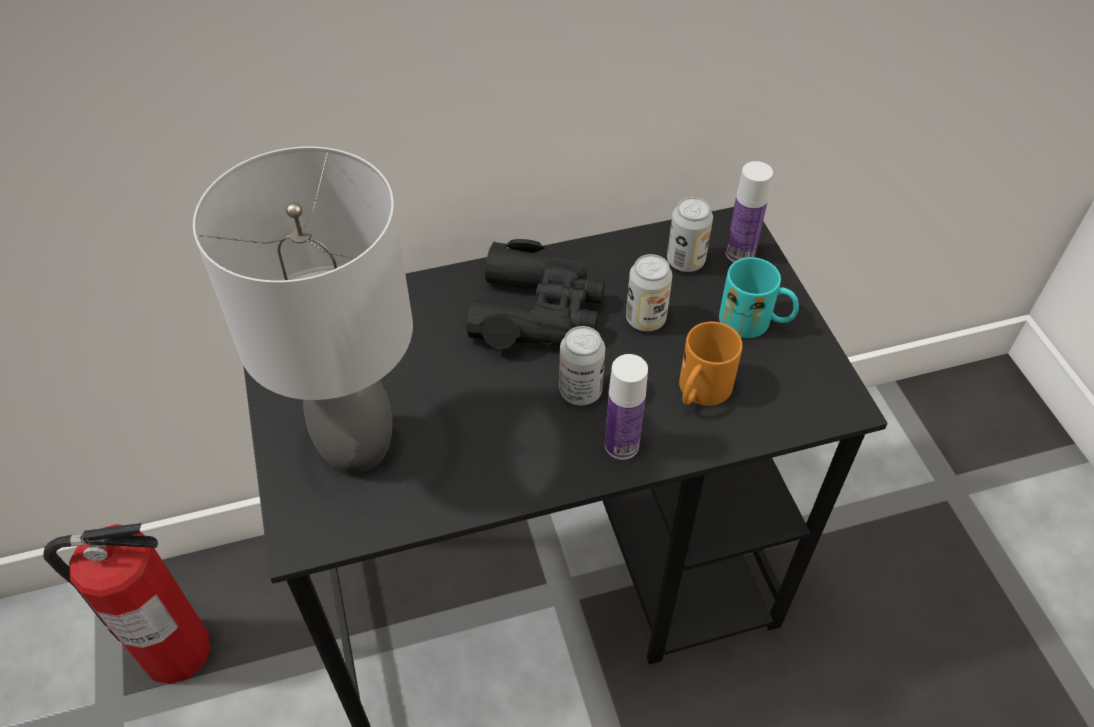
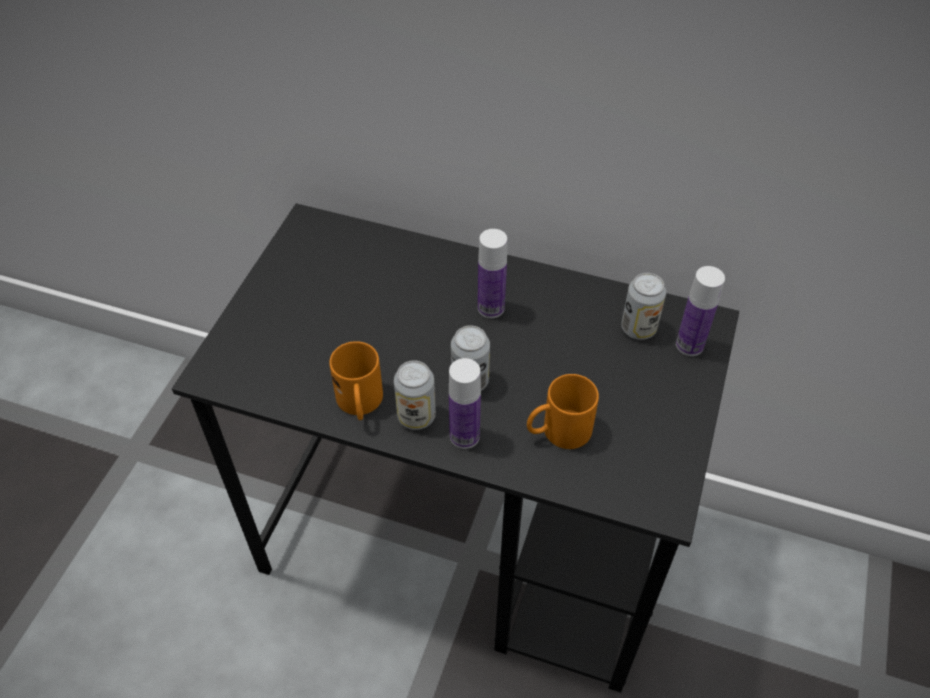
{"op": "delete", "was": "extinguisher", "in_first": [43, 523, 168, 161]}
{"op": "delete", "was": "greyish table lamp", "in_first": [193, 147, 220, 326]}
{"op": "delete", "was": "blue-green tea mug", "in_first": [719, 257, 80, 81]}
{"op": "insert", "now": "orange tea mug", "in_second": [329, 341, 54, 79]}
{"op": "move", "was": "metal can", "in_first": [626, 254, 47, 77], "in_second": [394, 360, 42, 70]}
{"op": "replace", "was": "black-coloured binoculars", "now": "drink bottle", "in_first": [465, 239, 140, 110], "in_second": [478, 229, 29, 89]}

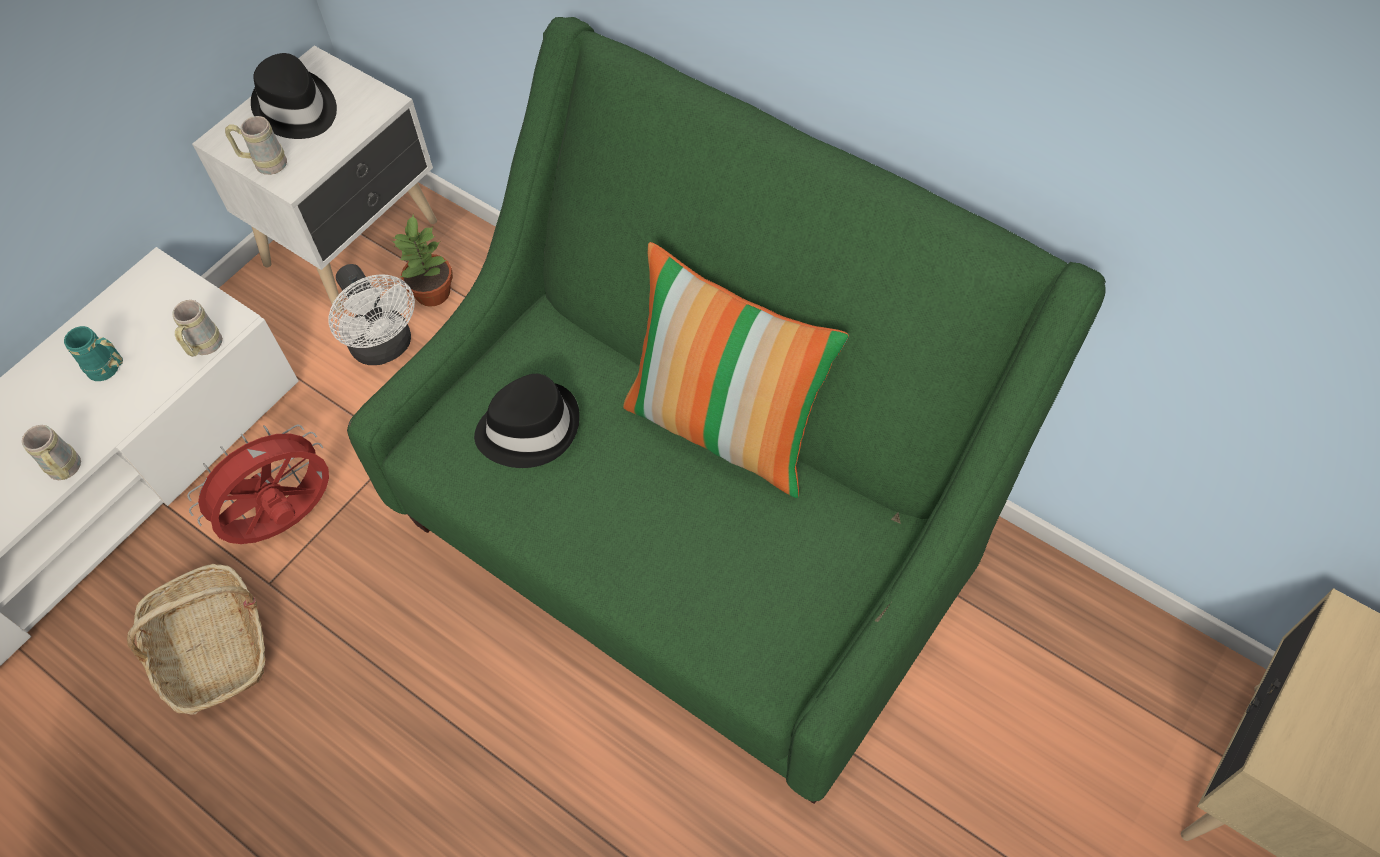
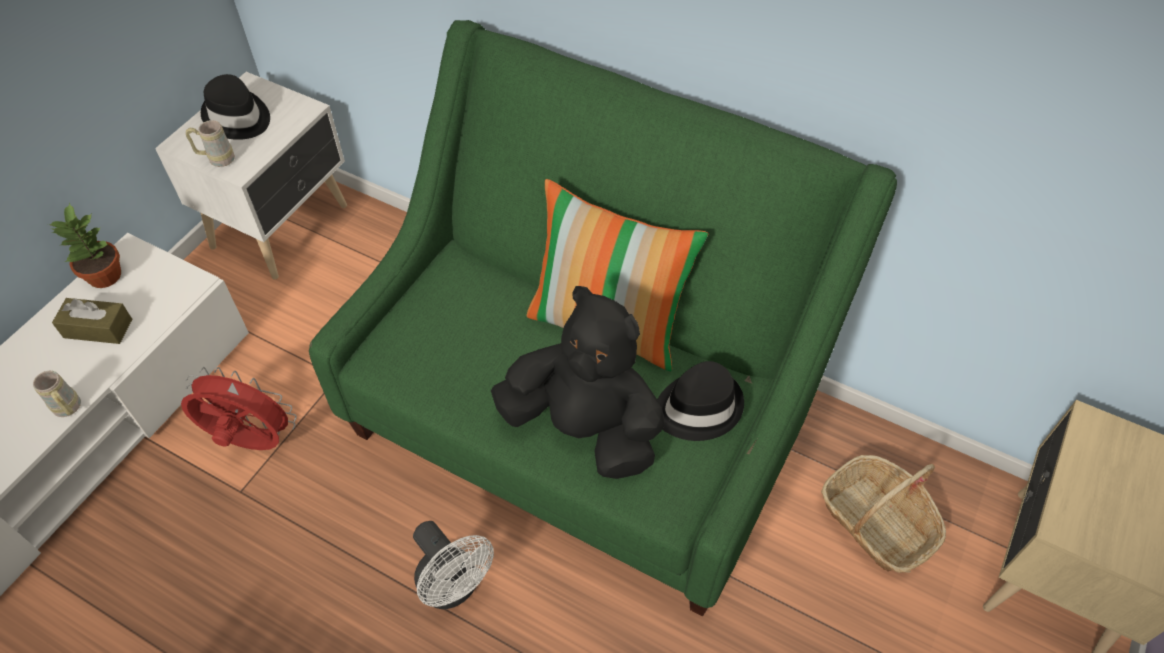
{"op": "delete", "was": "sand-coloured tea mug", "in_first": [172, 300, 51, 57]}
{"op": "insert", "now": "black-coloured cuddly toy", "in_second": [491, 286, 173, 193]}
{"op": "move", "was": "basket", "in_first": [127, 564, 138, 150], "in_second": [821, 455, 125, 118]}
{"op": "move", "was": "white-coloured electric fan", "in_first": [328, 264, 87, 101], "in_second": [413, 521, 81, 88]}
{"op": "move", "was": "houseplant", "in_first": [392, 215, 61, 92], "in_second": [48, 202, 73, 86]}
{"op": "move", "was": "black-coloured clothing hat", "in_first": [474, 374, 106, 94], "in_second": [657, 361, 87, 80]}
{"op": "replace", "was": "blue-green tea mug", "now": "brown tissue box", "in_first": [64, 326, 59, 55], "in_second": [52, 298, 80, 46]}
{"op": "rotate", "was": "red-coloured electric fan", "in_first": [187, 425, 142, 119], "in_second": [181, 367, 116, 83], "clockwise": 60}

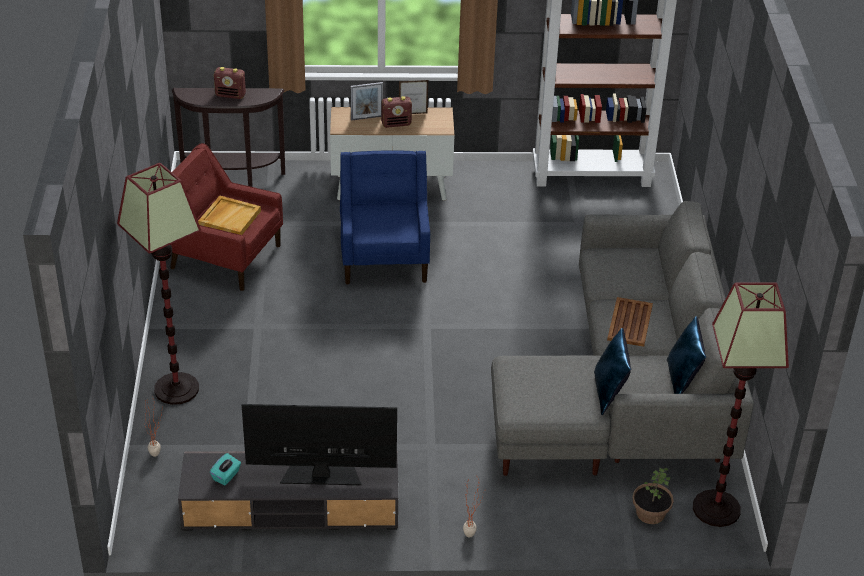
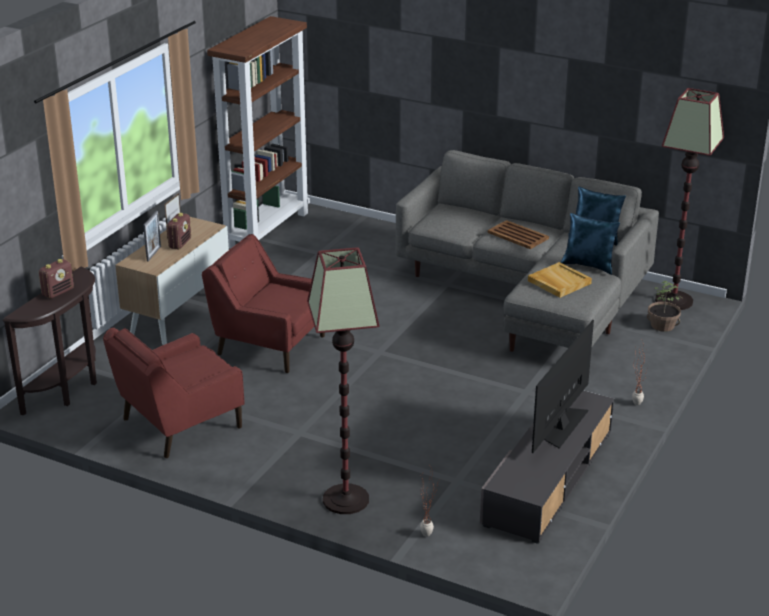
{"op": "delete", "was": "blue-green tissue box", "in_first": [210, 453, 31, 32]}
{"op": "move", "was": "sand-coloured tray", "in_first": [198, 195, 63, 40], "in_second": [528, 262, 64, 36]}
{"op": "recolor", "was": "blue-coloured armchair", "now": "red-coloured armchair", "in_first": [340, 150, 90, 134], "in_second": [202, 234, 123, 139]}

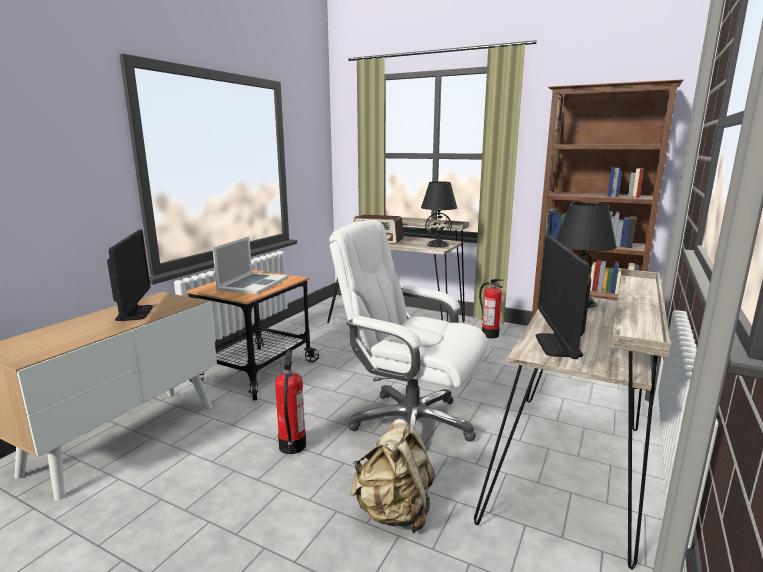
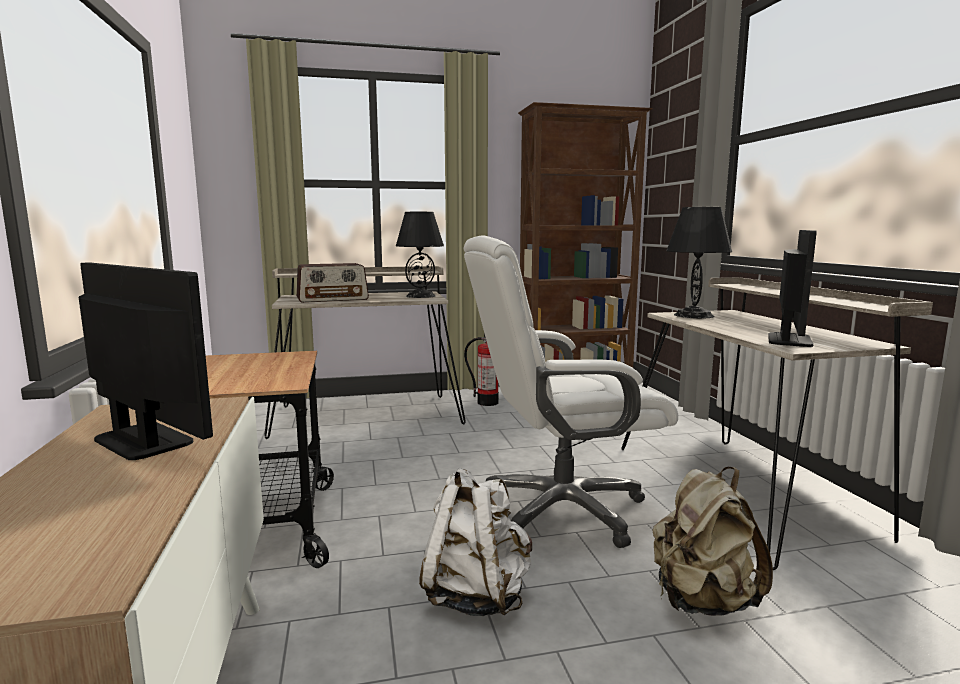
{"op": "delete", "was": "laptop", "in_first": [213, 236, 75, 58]}
{"op": "replace", "was": "extinguisher", "now": "white-coloured knapsack", "in_first": [275, 350, 31, 104], "in_second": [419, 468, 113, 148]}
{"op": "rotate", "was": "monitor", "in_first": [536, 235, 55, 124], "in_second": [768, 230, 49, 117], "clockwise": -120}

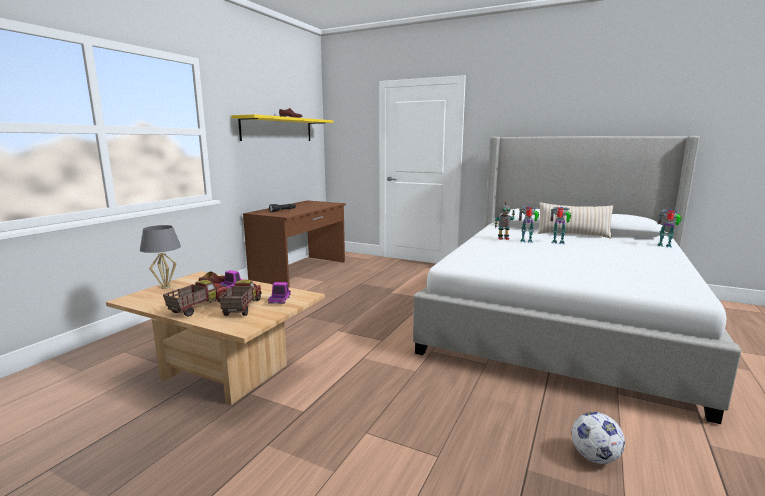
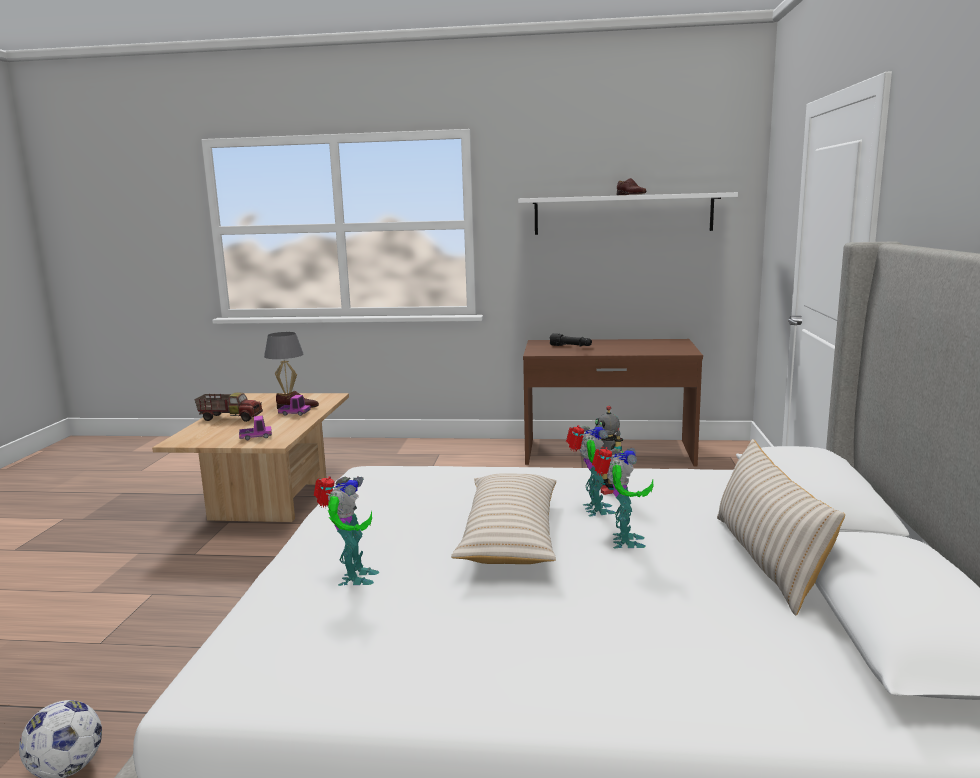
{"op": "delete", "was": "toy truck", "in_first": [219, 280, 42, 36]}
{"op": "insert", "now": "sand-coloured throw pillow", "in_second": [451, 473, 105, 91]}
{"op": "move", "was": "robot figure", "in_first": [657, 209, 25, 39], "in_second": [314, 476, 65, 110]}
{"op": "recolor", "was": "yellow-coloured bracket shelf", "now": "white-coloured bracket shelf", "in_first": [231, 114, 102, 27], "in_second": [518, 192, 220, 43]}

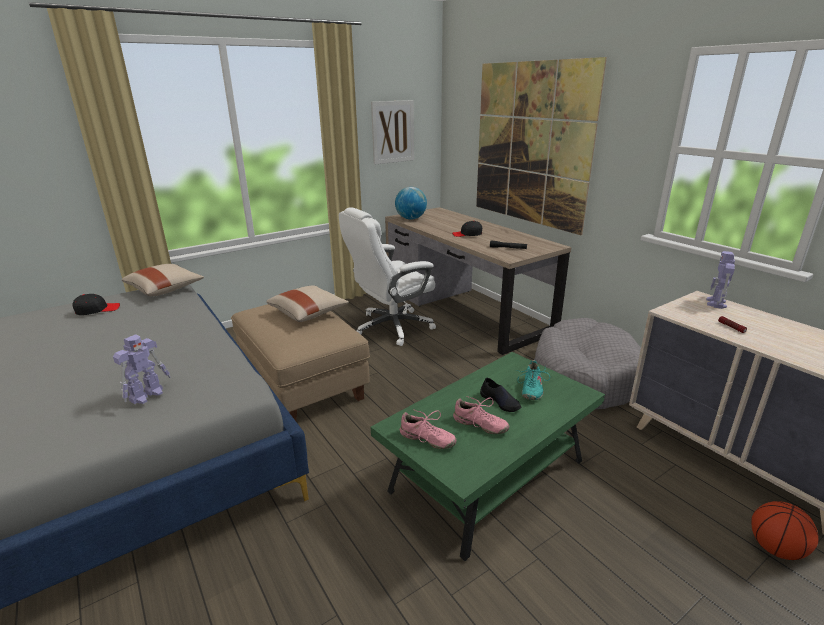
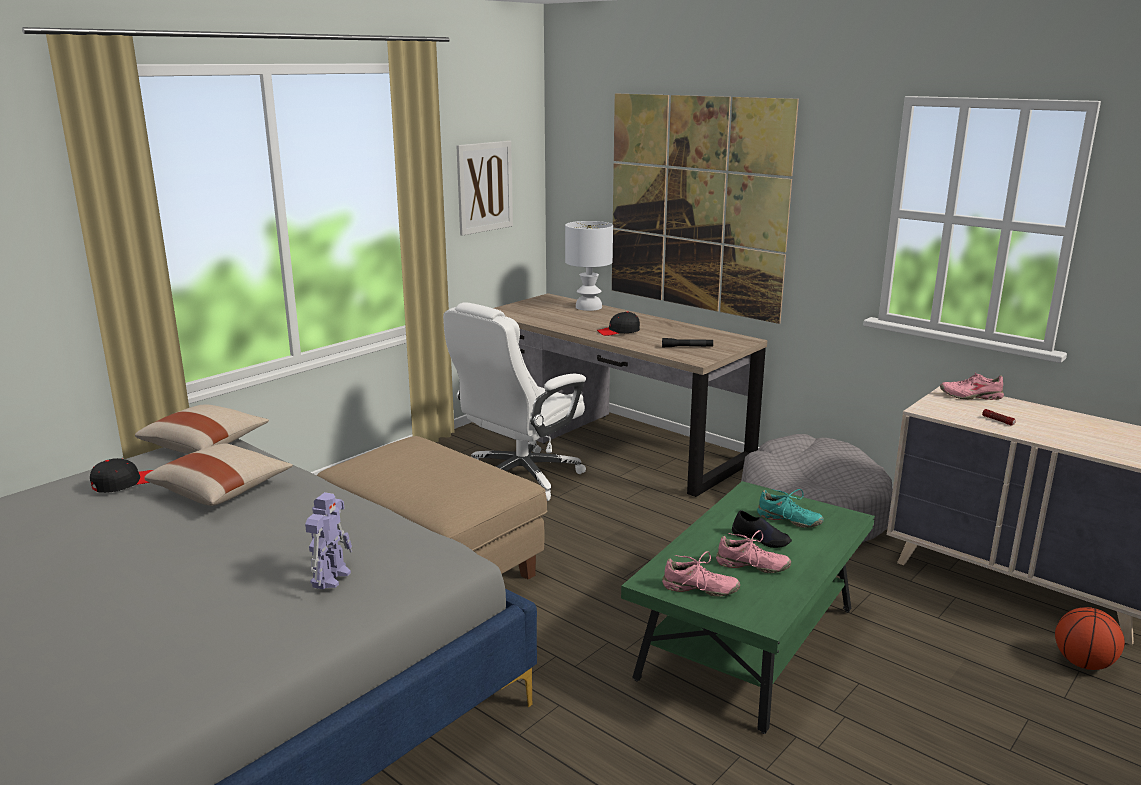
{"op": "delete", "was": "globe", "in_first": [395, 187, 32, 33]}
{"op": "insert", "now": "white-coloured table lamp", "in_second": [565, 221, 48, 90]}
{"op": "move", "was": "sand-coloured throw pillow", "in_first": [266, 286, 83, 36], "in_second": [144, 443, 149, 63]}
{"op": "replace", "was": "robot figure", "now": "pinkish low shoe", "in_first": [706, 251, 29, 58], "in_second": [940, 373, 64, 27]}
{"op": "rotate", "was": "blue-green low shoe", "in_first": [515, 360, 35, 40], "in_second": [757, 489, 67, 39], "clockwise": -60}

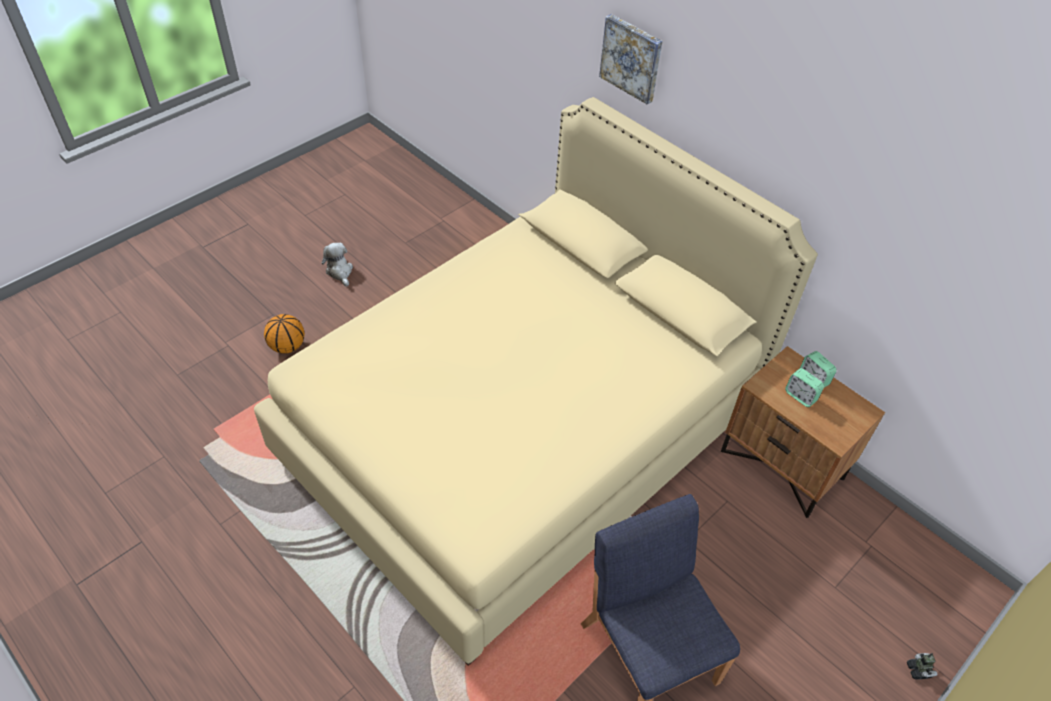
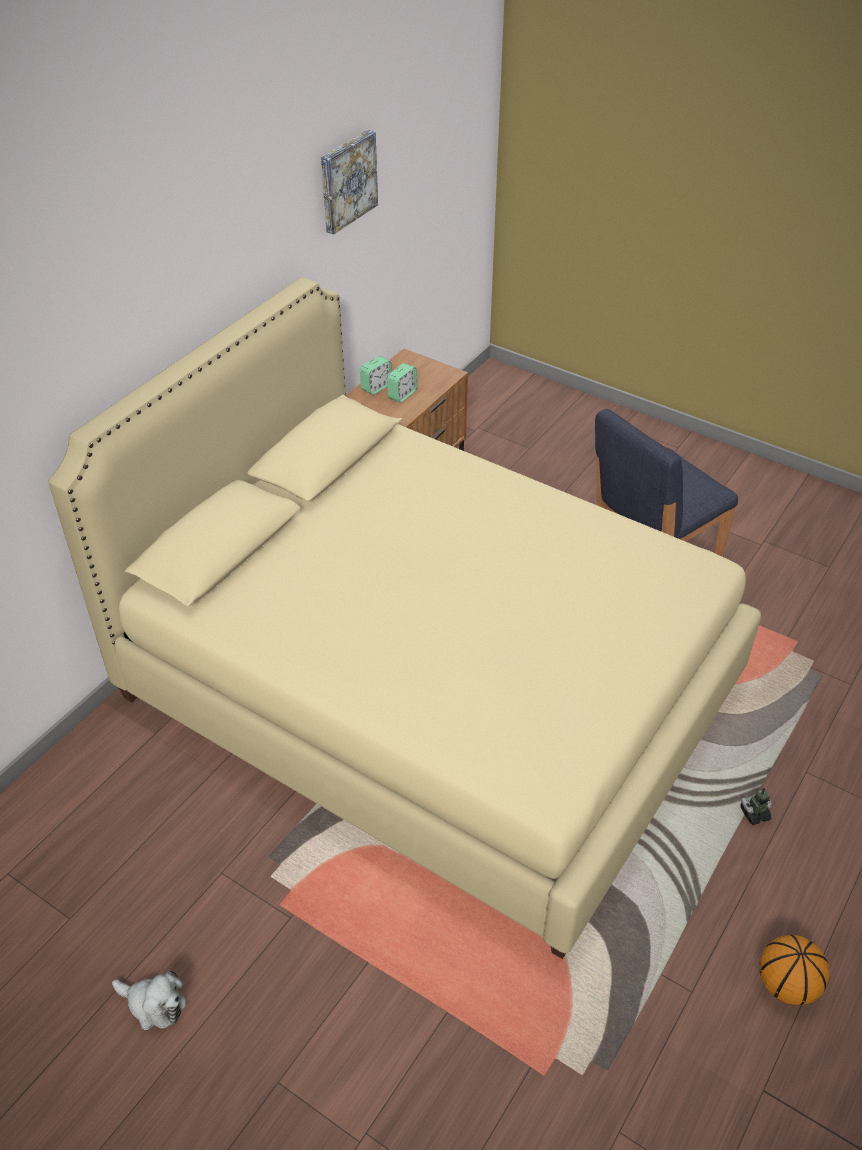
{"op": "move", "was": "ball for basketball", "in_first": [264, 314, 41, 39], "in_second": [760, 935, 70, 71]}
{"op": "move", "was": "picture", "in_first": [599, 14, 64, 90], "in_second": [321, 130, 57, 105]}
{"op": "move", "was": "robot figure", "in_first": [907, 653, 30, 27], "in_second": [741, 788, 31, 37]}
{"op": "rotate", "was": "cuddly toy", "in_first": [322, 243, 31, 44], "in_second": [112, 970, 75, 61], "clockwise": -120}

